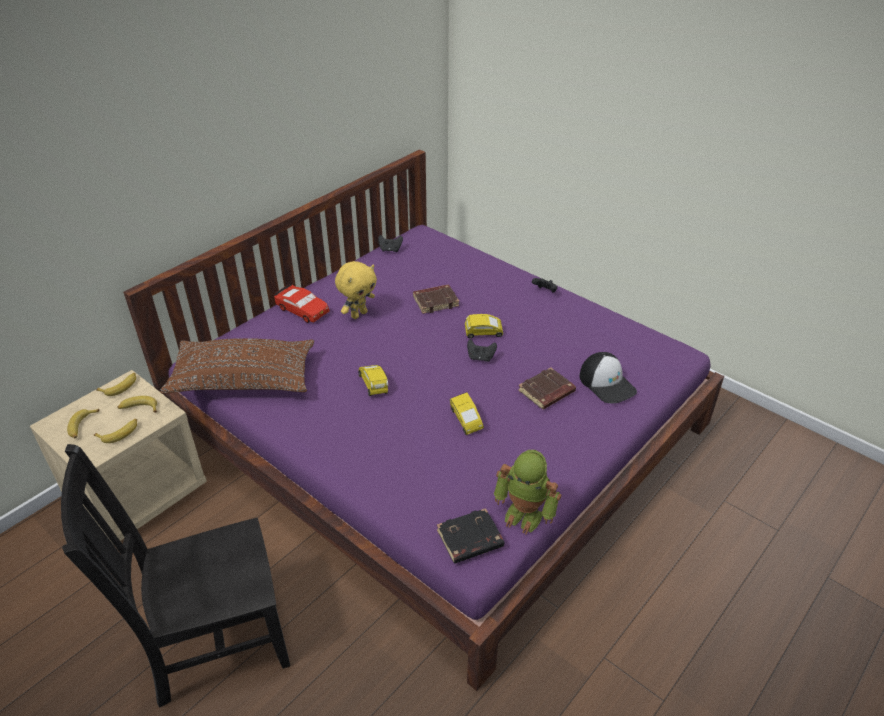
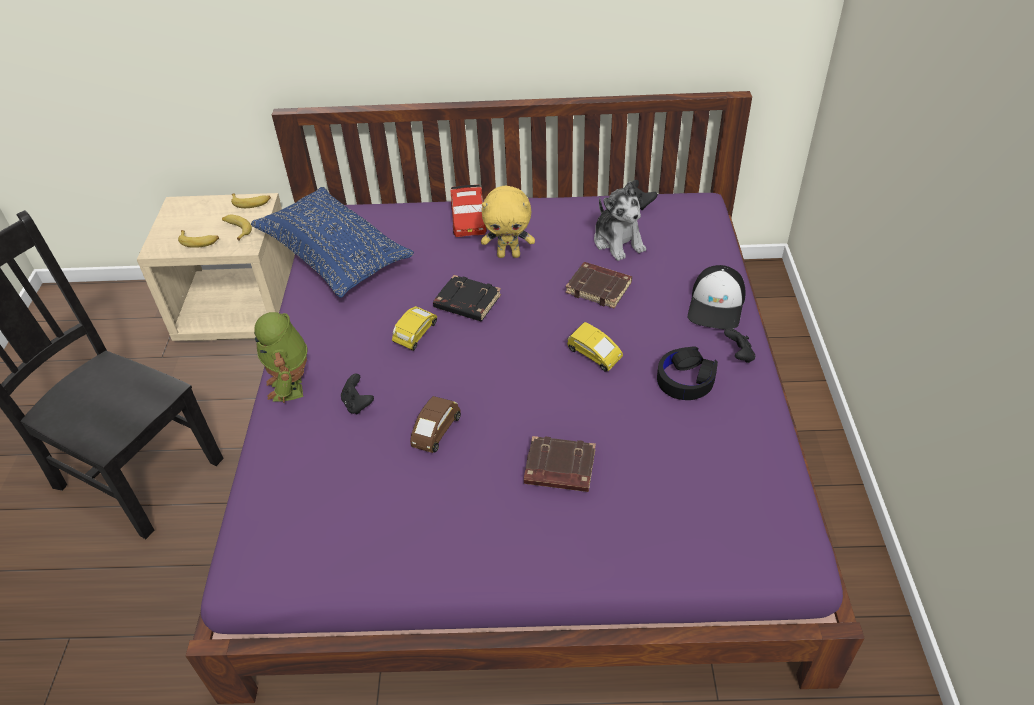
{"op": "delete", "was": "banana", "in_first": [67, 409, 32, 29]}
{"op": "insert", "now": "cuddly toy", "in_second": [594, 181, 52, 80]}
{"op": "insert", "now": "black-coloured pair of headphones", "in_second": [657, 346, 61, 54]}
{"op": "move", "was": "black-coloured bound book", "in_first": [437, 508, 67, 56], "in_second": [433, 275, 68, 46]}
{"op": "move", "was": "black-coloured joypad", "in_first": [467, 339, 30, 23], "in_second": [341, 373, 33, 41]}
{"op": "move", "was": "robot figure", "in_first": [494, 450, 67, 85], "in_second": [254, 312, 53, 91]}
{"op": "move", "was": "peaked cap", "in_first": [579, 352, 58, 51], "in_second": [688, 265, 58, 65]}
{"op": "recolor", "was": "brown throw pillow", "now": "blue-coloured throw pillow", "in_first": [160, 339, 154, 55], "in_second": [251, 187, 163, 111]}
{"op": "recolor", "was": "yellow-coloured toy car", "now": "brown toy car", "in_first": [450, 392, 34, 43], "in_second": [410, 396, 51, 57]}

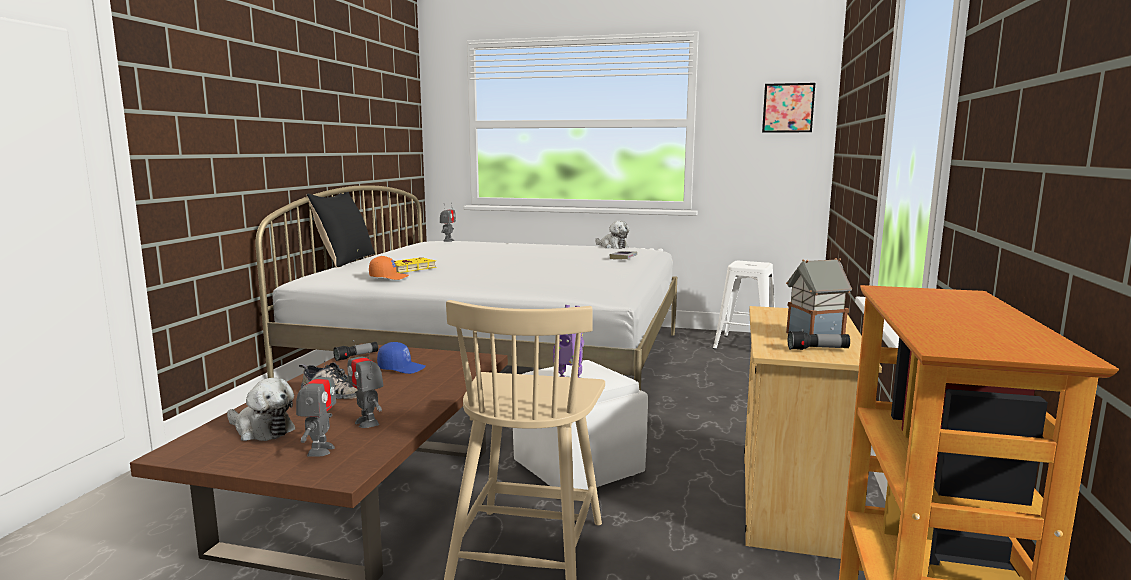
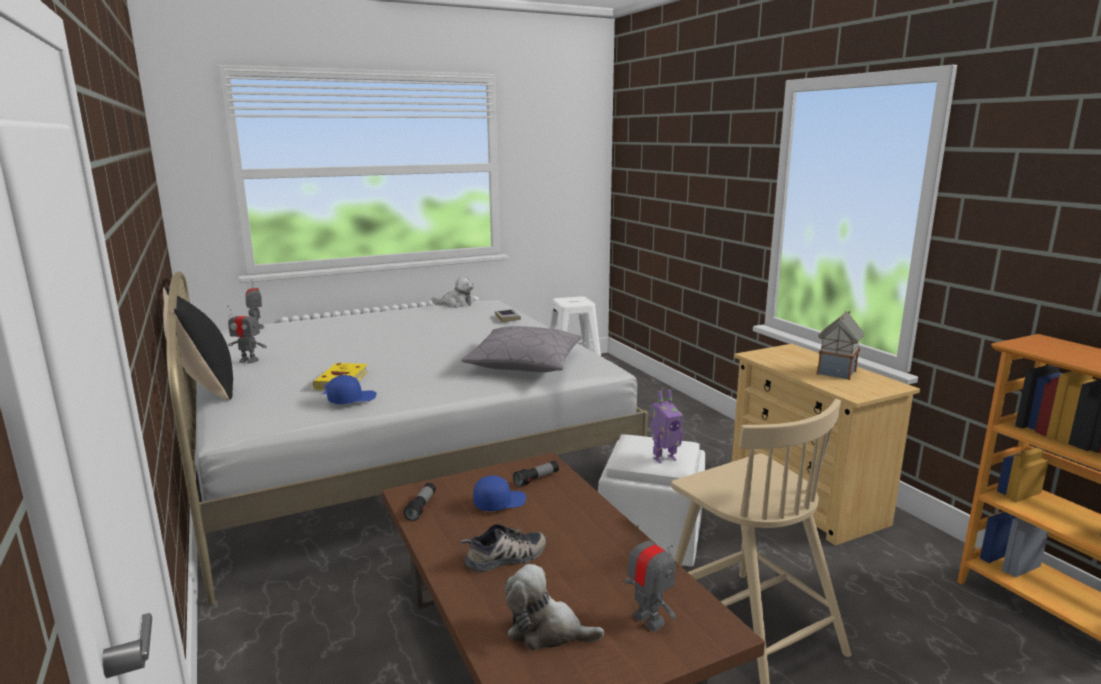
{"op": "delete", "was": "picture", "in_first": [762, 83, 53, 50]}
{"op": "insert", "now": "greyish throw pillow", "in_second": [461, 326, 121, 46]}
{"op": "move", "was": "robot figure", "in_first": [348, 340, 35, 88], "in_second": [227, 306, 40, 58]}
{"op": "move", "was": "hand torch", "in_first": [788, 331, 62, 19], "in_second": [513, 461, 46, 26]}
{"op": "recolor", "was": "orange peaked cap", "now": "blue-coloured peaked cap", "in_first": [369, 256, 40, 24], "in_second": [327, 375, 50, 29]}
{"op": "rotate", "was": "cuddly toy", "in_first": [227, 377, 68, 64], "in_second": [505, 564, 99, 86], "clockwise": -150}

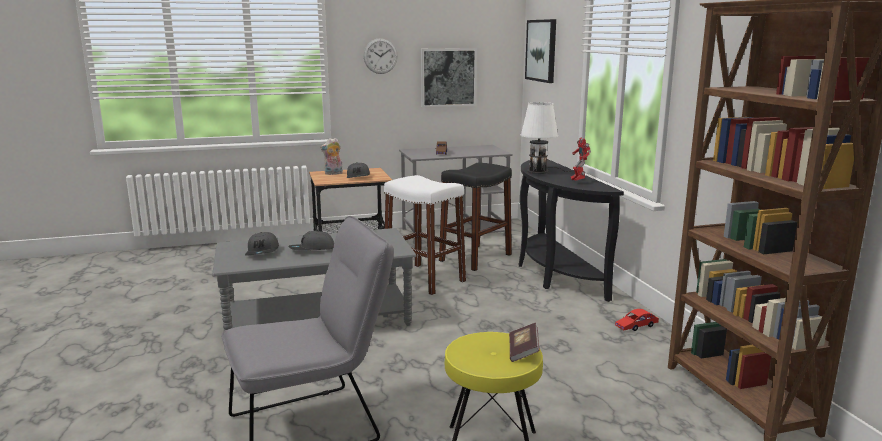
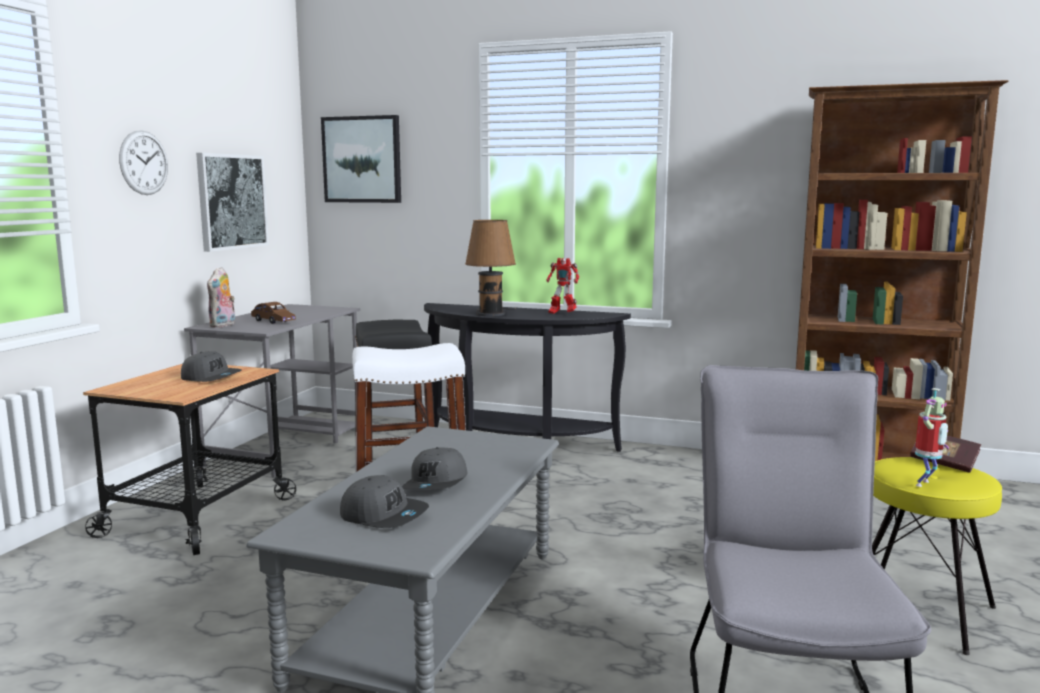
{"op": "delete", "was": "red-coloured toy car", "in_first": [615, 309, 44, 22]}
{"op": "insert", "now": "robot figure", "in_second": [915, 388, 34, 99]}
{"op": "move", "was": "cuddly toy", "in_first": [320, 138, 23, 37], "in_second": [207, 267, 28, 61]}
{"op": "recolor", "was": "white-coloured table lamp", "now": "brown table lamp", "in_first": [521, 102, 51, 72], "in_second": [465, 220, 51, 96]}

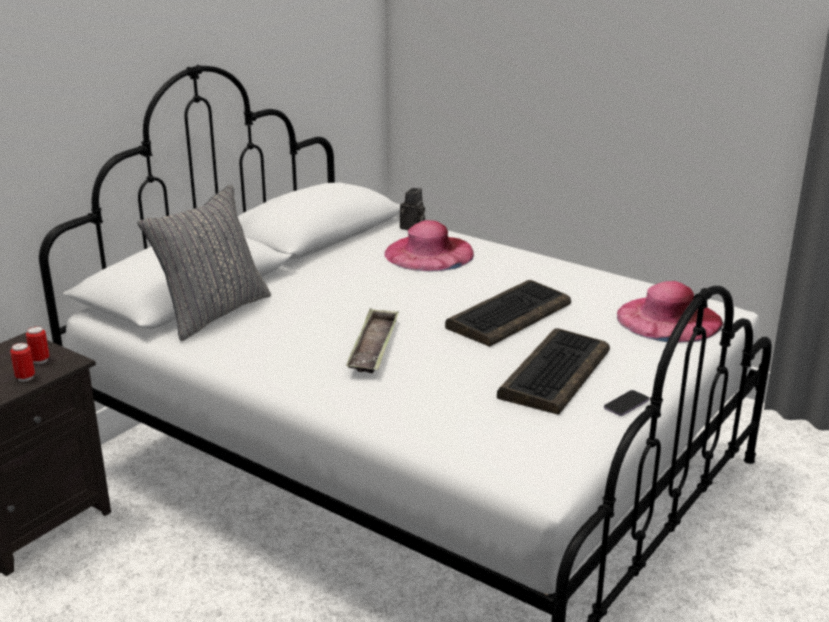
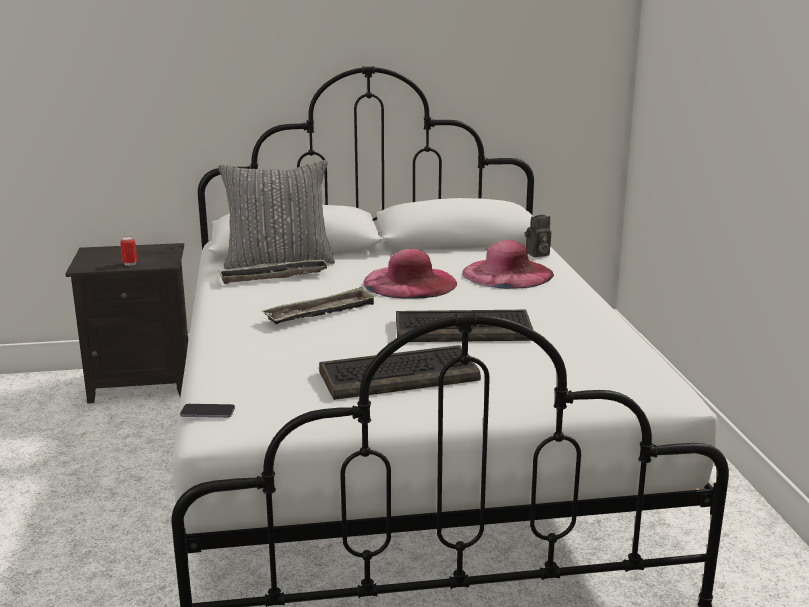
{"op": "delete", "was": "metal can", "in_first": [26, 326, 24, 38]}
{"op": "insert", "now": "tray", "in_second": [218, 259, 111, 25]}
{"op": "move", "was": "phone", "in_first": [604, 390, 45, 26], "in_second": [180, 404, 55, 14]}
{"op": "move", "was": "pinkish clothing hat", "in_first": [617, 281, 106, 61], "in_second": [363, 249, 94, 50]}

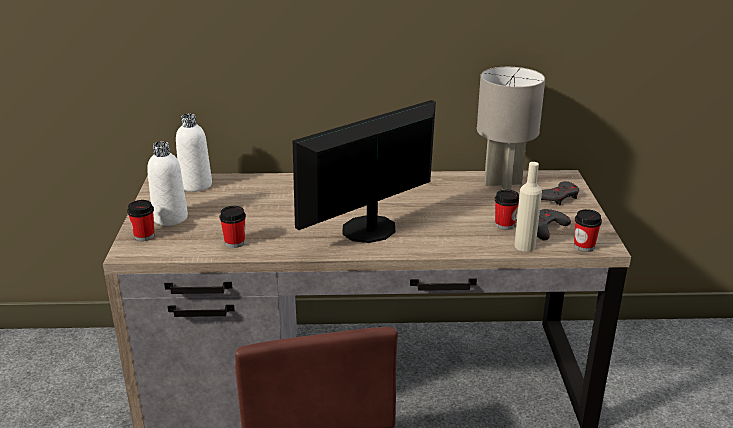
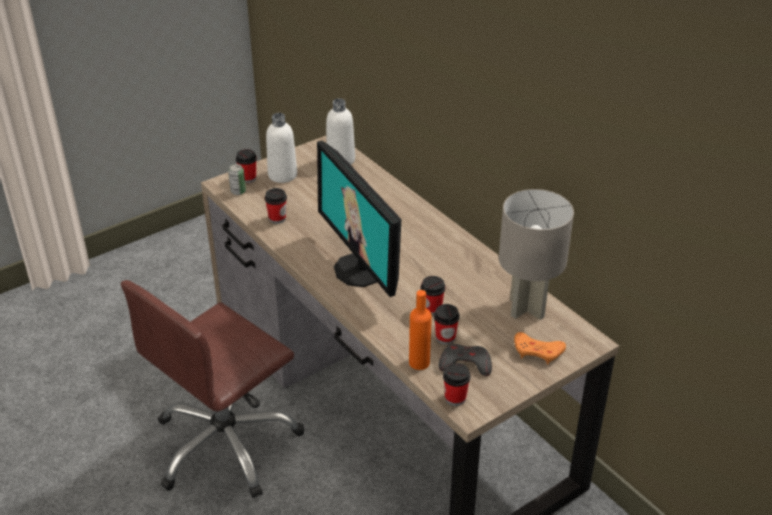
{"op": "insert", "now": "metal can", "in_second": [228, 164, 18, 31]}
{"op": "insert", "now": "drinking cup", "in_second": [421, 276, 25, 39]}
{"op": "recolor", "was": "sand-coloured drink bottle", "now": "orange drink bottle", "in_first": [514, 162, 28, 90], "in_second": [409, 290, 23, 80]}
{"op": "recolor", "was": "greyish joypad", "now": "orange joypad", "in_first": [541, 181, 38, 24], "in_second": [514, 332, 52, 32]}
{"op": "rotate", "was": "monitor", "in_first": [293, 100, 143, 143], "in_second": [317, 141, 84, 156], "clockwise": -135}

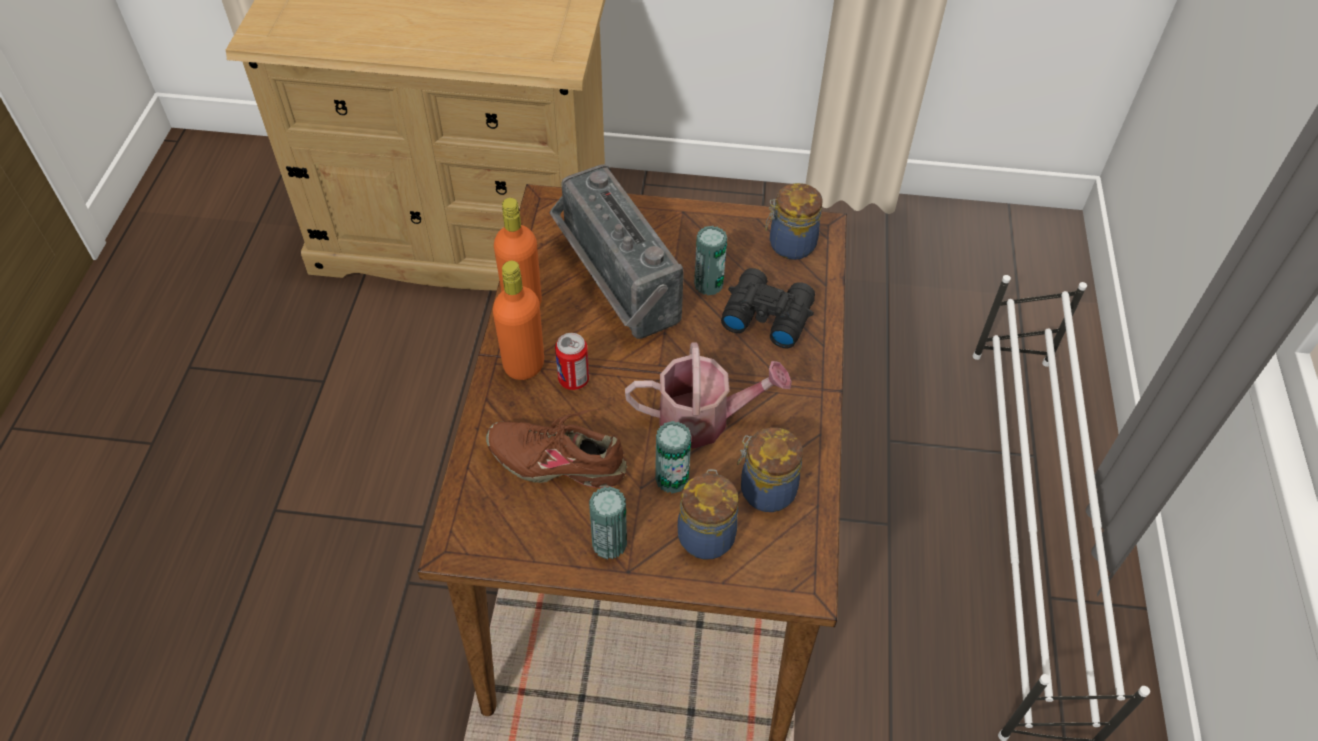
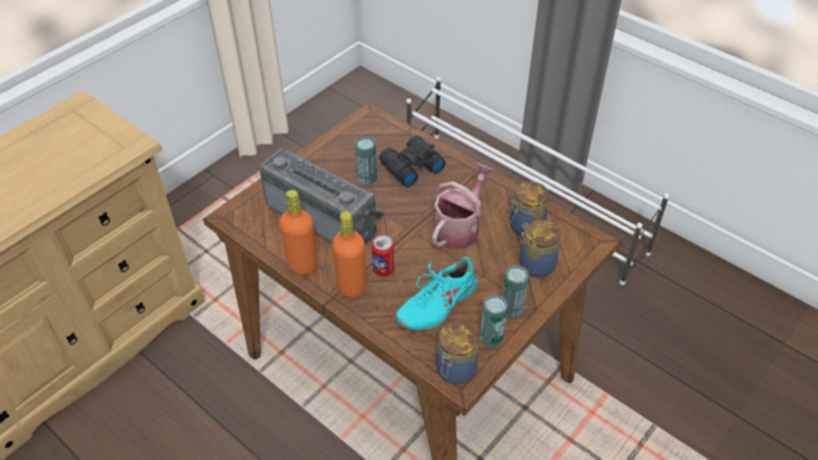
{"op": "move", "was": "metal can", "in_first": [655, 421, 36, 73], "in_second": [480, 295, 28, 53]}
{"op": "move", "was": "jar", "in_first": [765, 183, 58, 77], "in_second": [436, 322, 42, 62]}
{"op": "recolor", "was": "brown low shoe", "now": "blue-green low shoe", "in_first": [486, 409, 142, 79], "in_second": [395, 256, 84, 75]}
{"op": "rotate", "was": "radio receiver", "in_first": [550, 165, 134, 174], "in_second": [259, 148, 125, 97], "clockwise": -150}

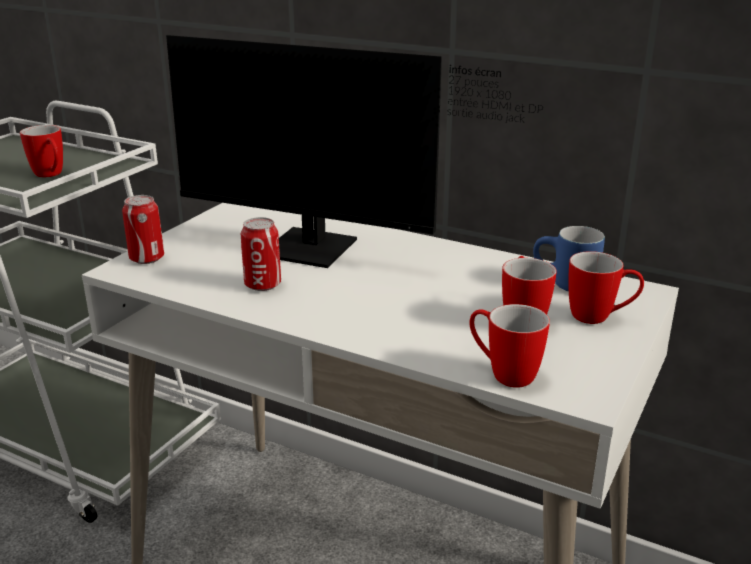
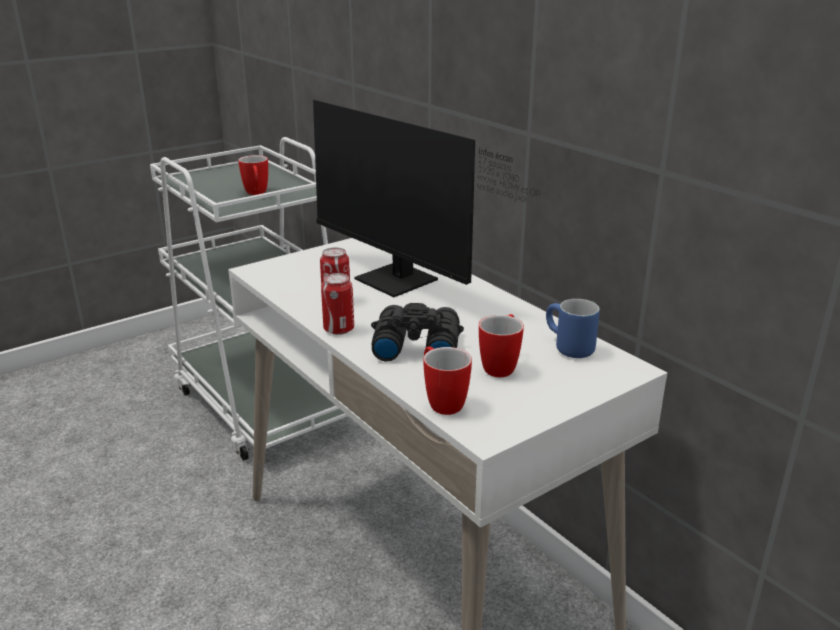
{"op": "delete", "was": "tea mug", "in_first": [568, 251, 76, 73]}
{"op": "insert", "now": "black-coloured binoculars", "in_second": [371, 303, 93, 58]}
{"op": "move", "was": "metal can", "in_first": [122, 195, 42, 69], "in_second": [321, 273, 33, 62]}

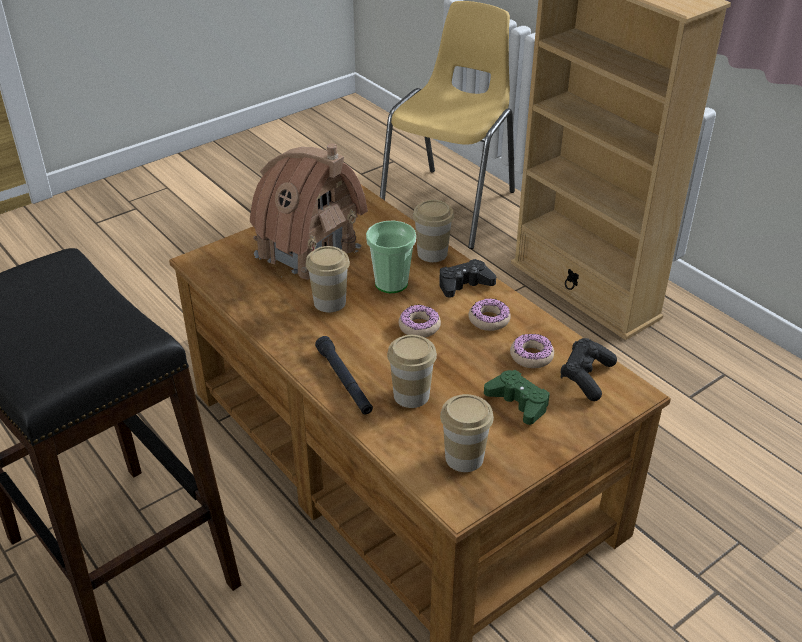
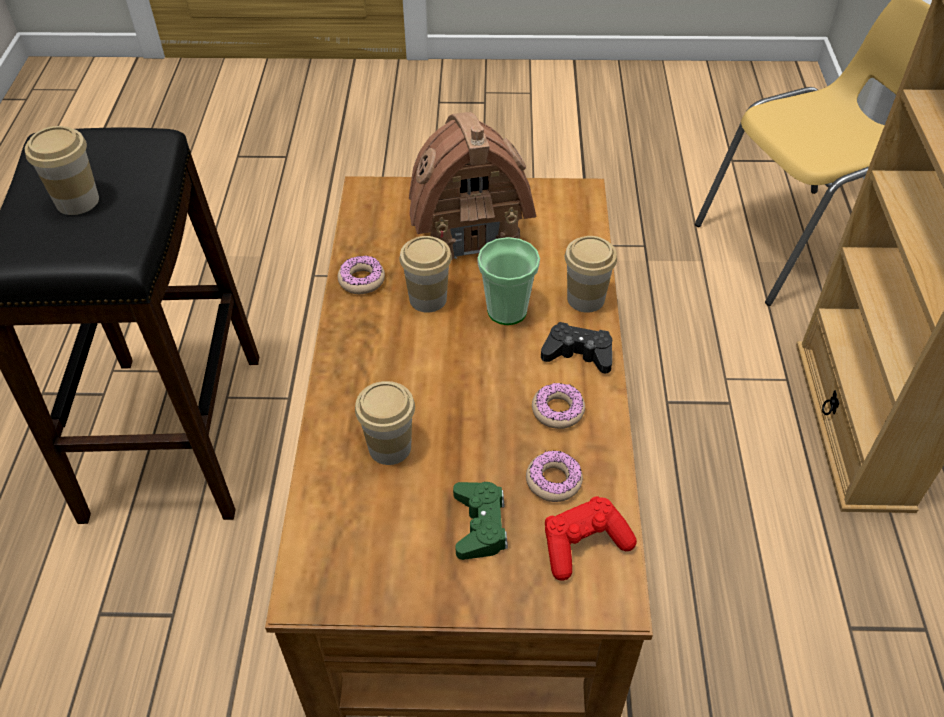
{"op": "delete", "was": "black-coloured hand torch", "in_first": [315, 336, 58, 78]}
{"op": "move", "was": "ring doughnut", "in_first": [399, 305, 42, 33], "in_second": [338, 255, 47, 39]}
{"op": "move", "was": "drinking cup", "in_first": [440, 394, 54, 78], "in_second": [25, 126, 74, 89]}
{"op": "recolor", "was": "black-coloured joypad", "now": "red-coloured joypad", "in_first": [560, 338, 57, 63], "in_second": [545, 496, 92, 85]}

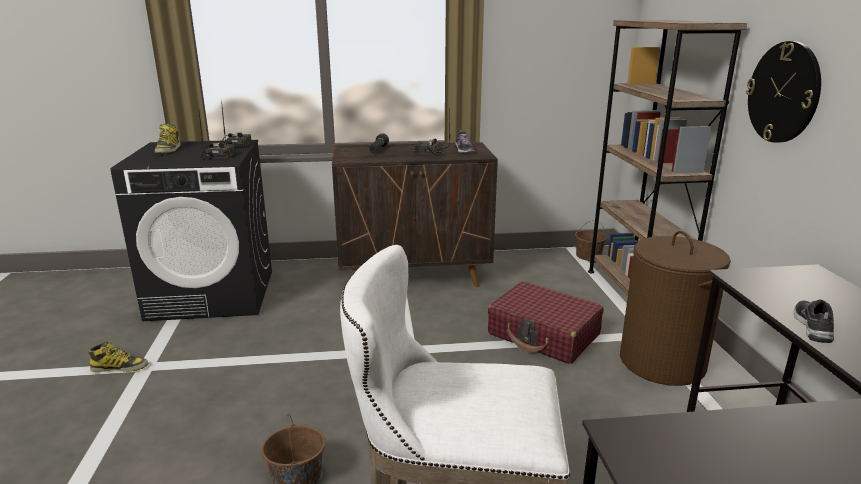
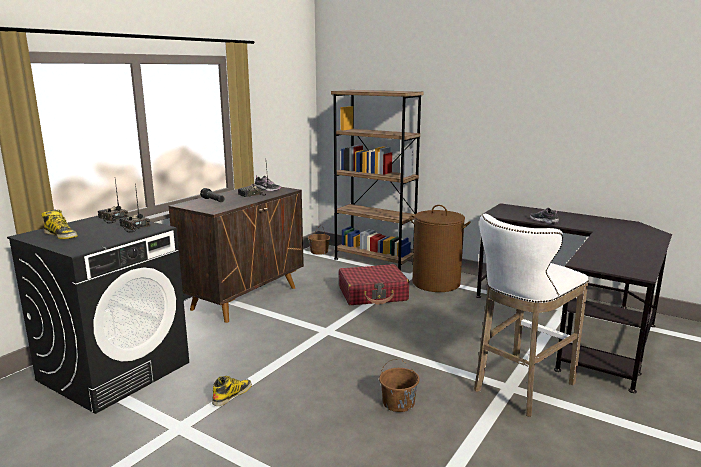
{"op": "delete", "was": "wall clock", "in_first": [746, 41, 75, 102]}
{"op": "move", "was": "boot", "in_first": [89, 341, 59, 31], "in_second": [212, 376, 40, 30]}

